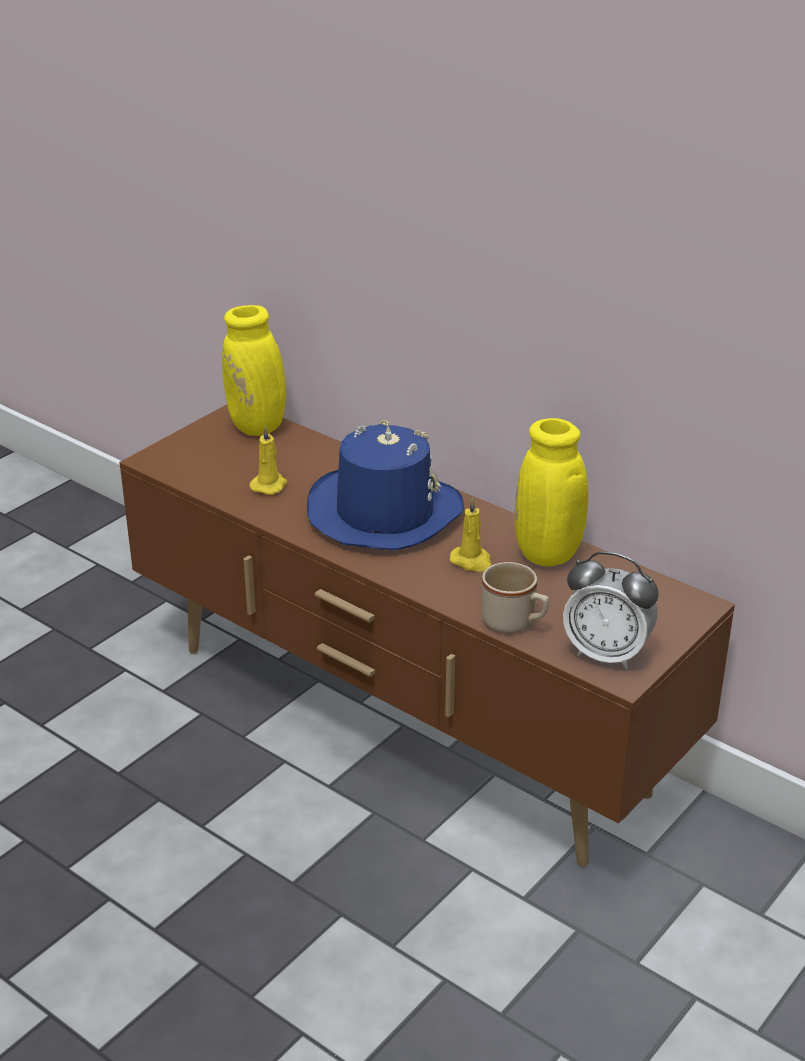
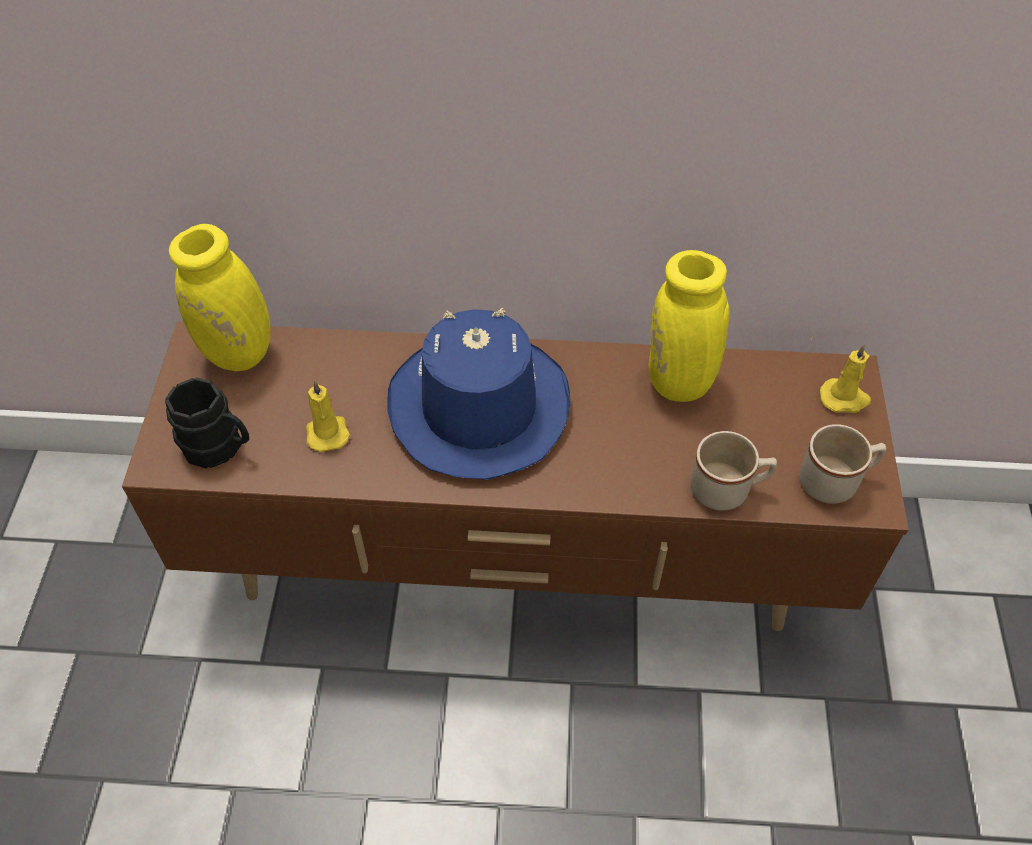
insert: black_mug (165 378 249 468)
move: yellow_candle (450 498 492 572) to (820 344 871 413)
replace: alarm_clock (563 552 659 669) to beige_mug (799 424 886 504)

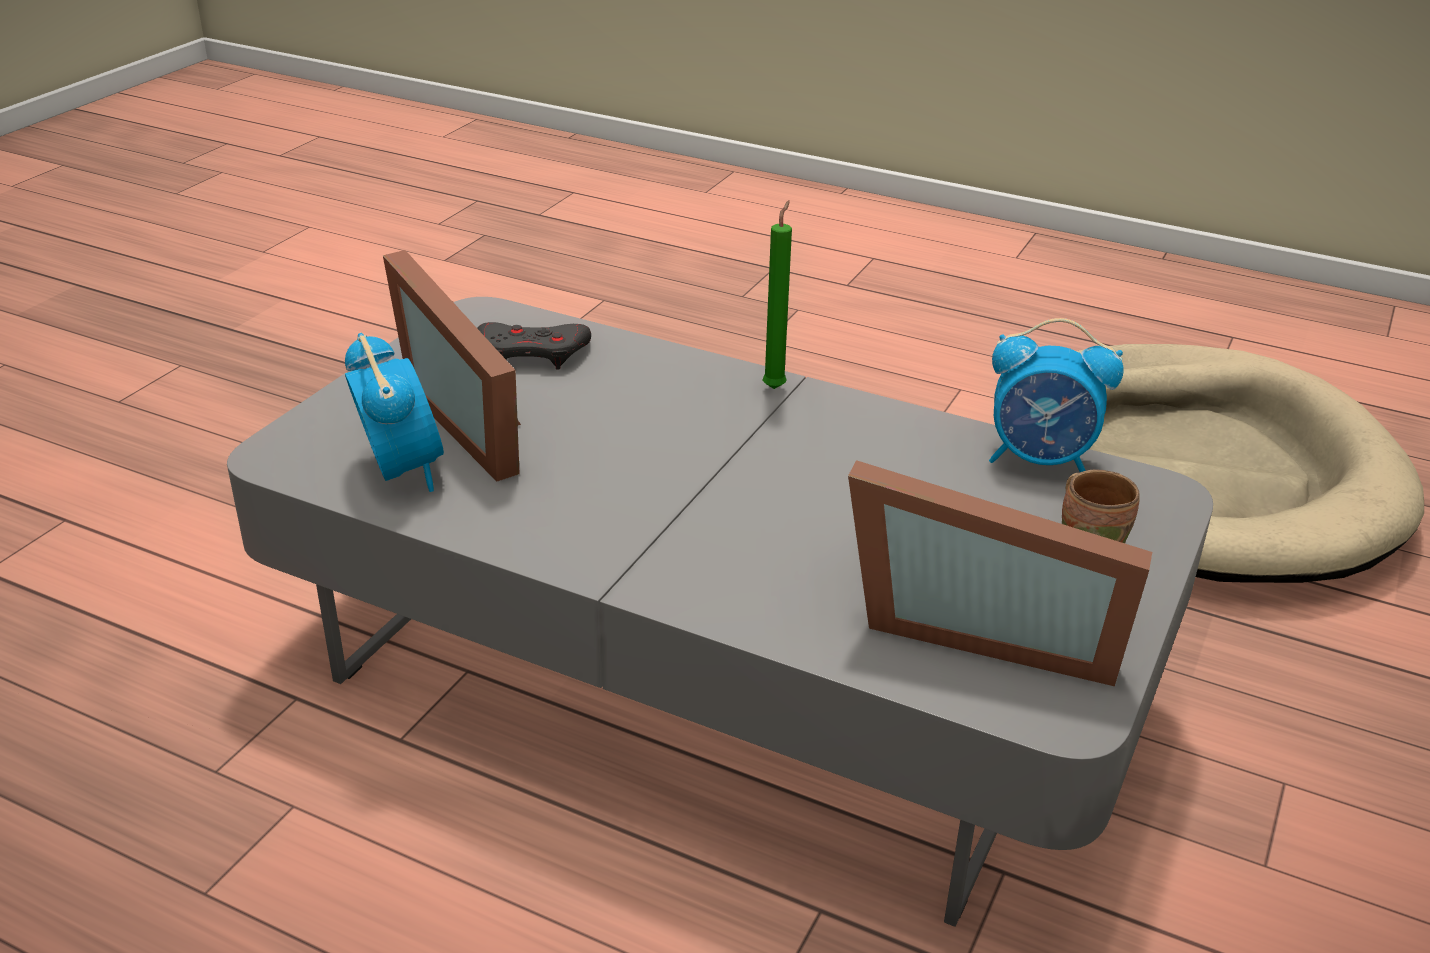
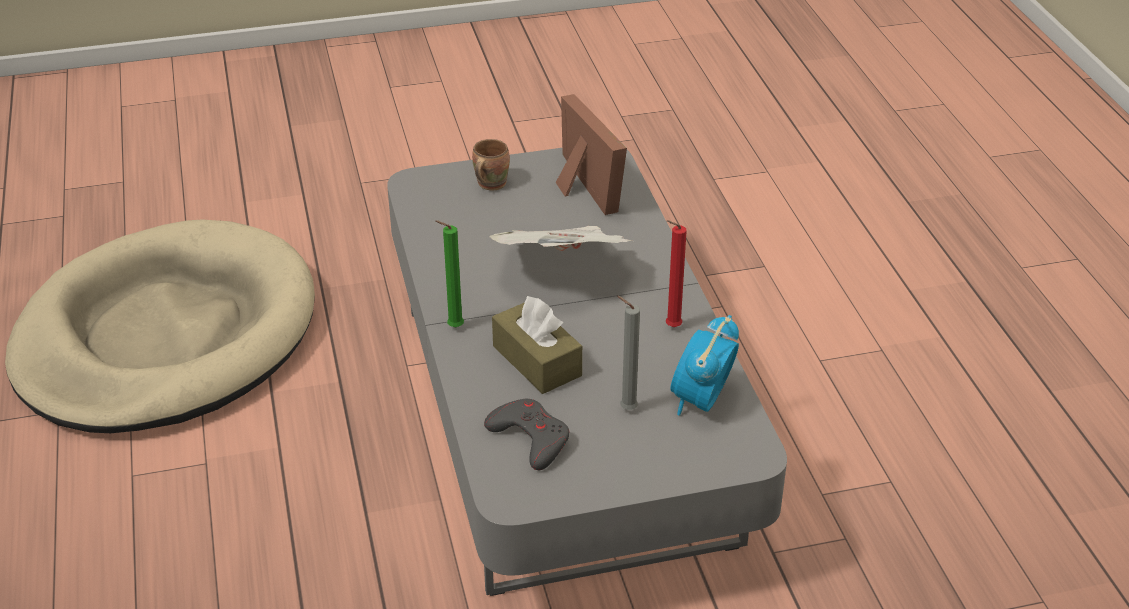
delete: alarm_clock (989 318 1124 472)
insert: newspaper (490 226 632 251); brown_tissue_box (492 296 582 394); red_candle (666 220 687 327)
replace: picture_frame (383 250 521 481) to grey_candle (617 296 640 410)

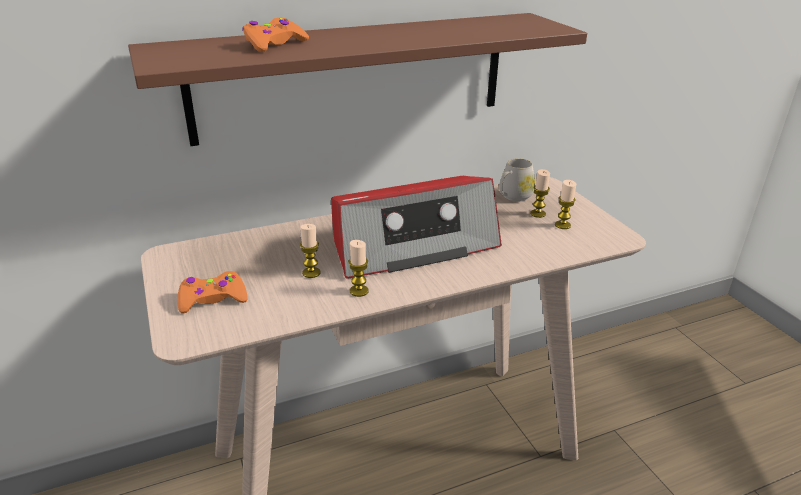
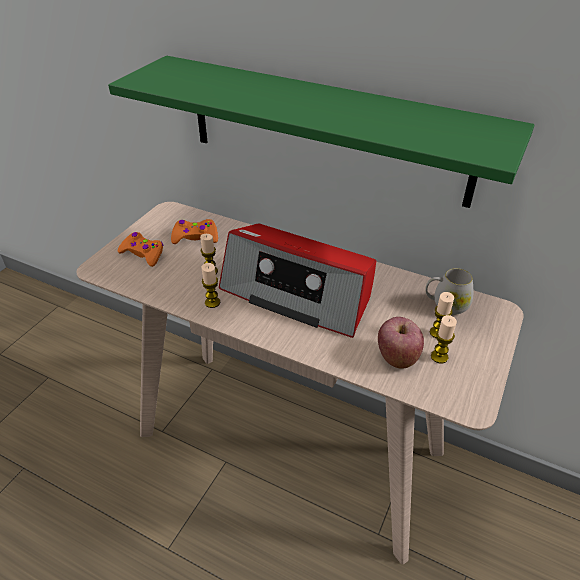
insert: apple (378 317 424 369)
move: orange_game_controller (242 18 309 52) to (171 219 218 244)
recolor: brown_shelf (128 13 587 146) to green_shelf (108 56 534 208)

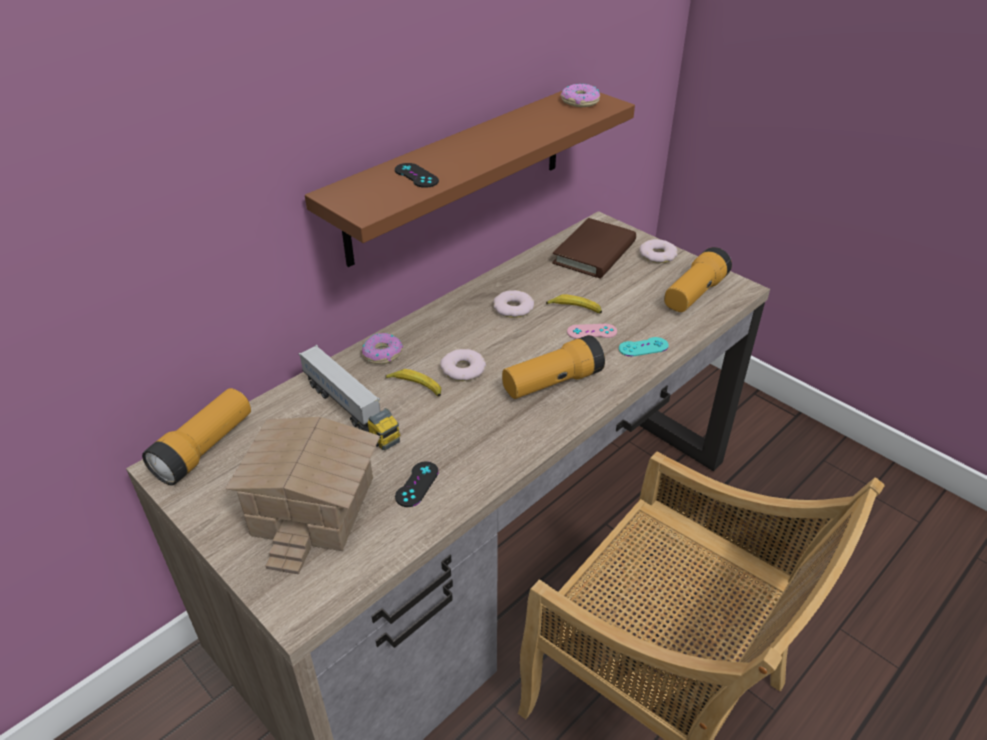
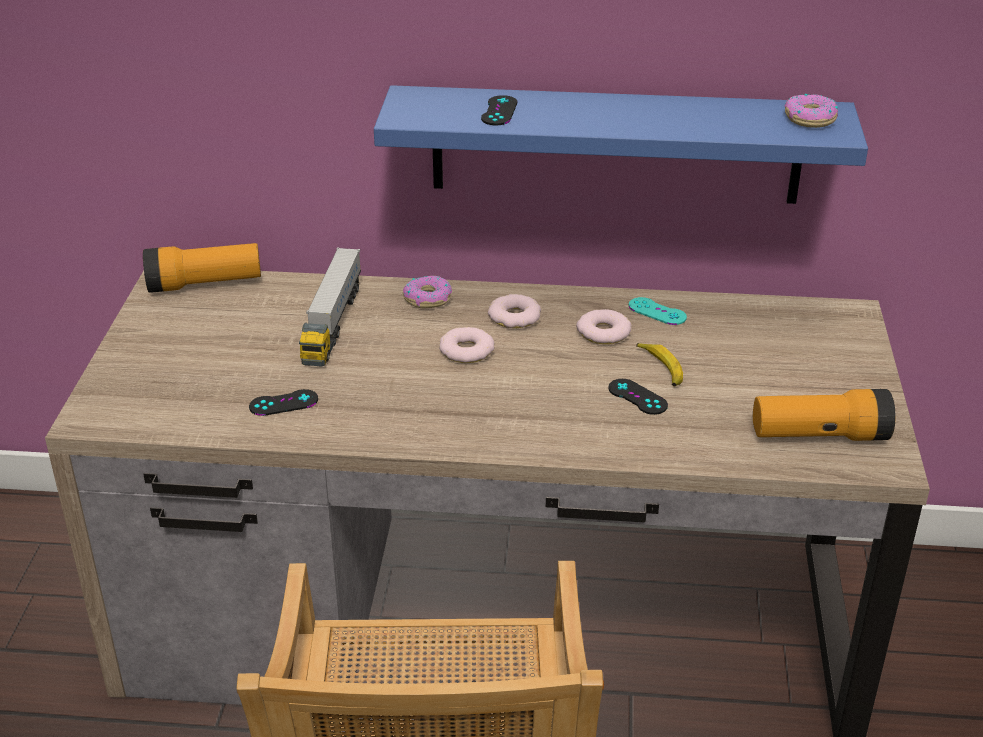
delete: toy_house (225 417 380 574); banana (385 369 441 397); flashlight (502 335 605 399); brown_book (552 218 636 279)
move: turquoise_game_controller (619 337 669 357) to (629 297 687 325); donut (640 239 678 263) to (488 294 541 328)
recolor: brown_shelf (305 90 635 267) to blue_shelf (374 85 868 204); pink_game_controller (567 324 617 339) to black_game_controller (608 379 668 415)

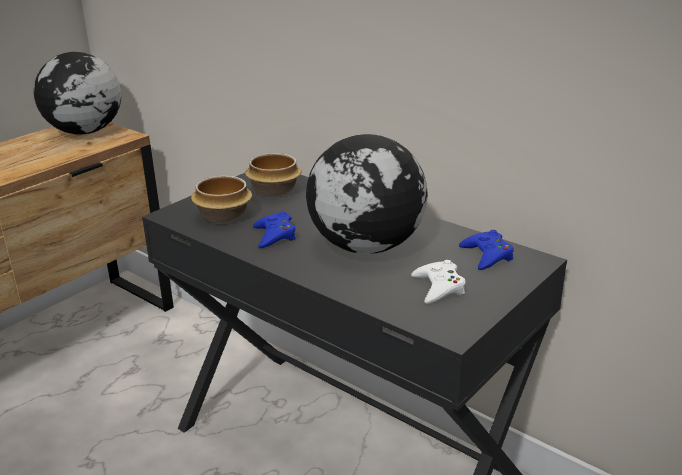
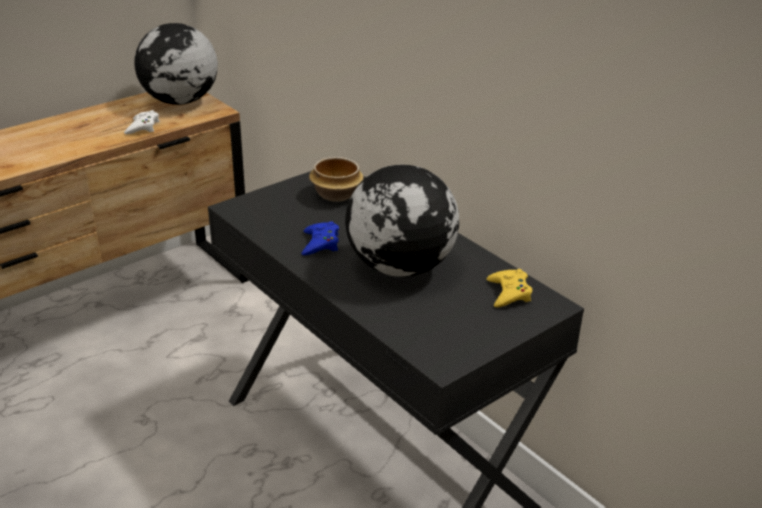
delete: bowl (191 175 252 224)
move: white_game_controller (411 260 466 304) to (124 110 159 134)
recolor: blue_game_controller (459 230 514 270) to yellow_game_controller (486 269 532 307)

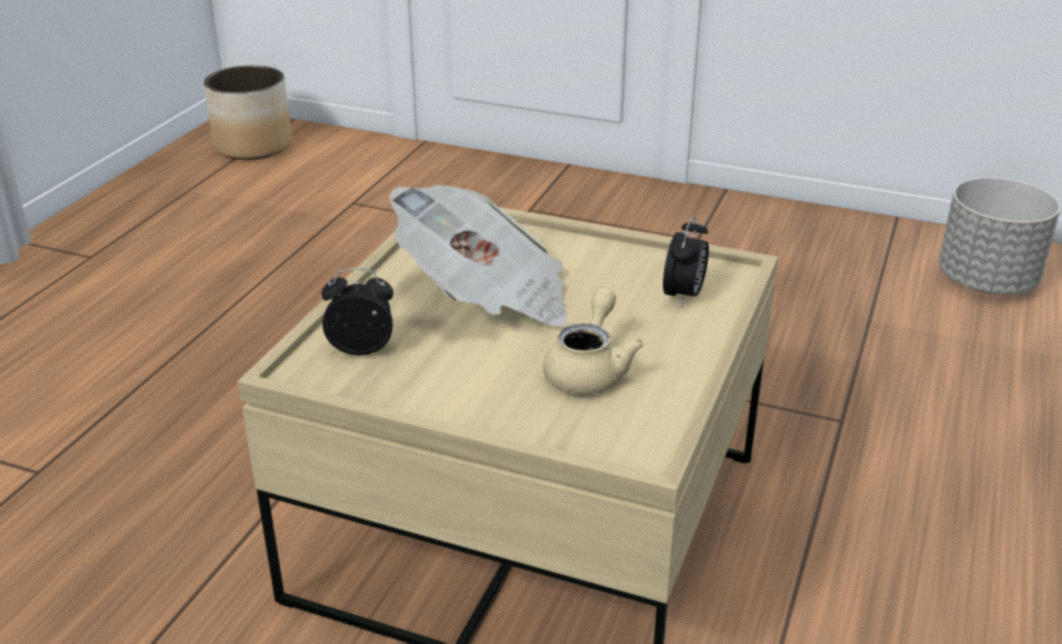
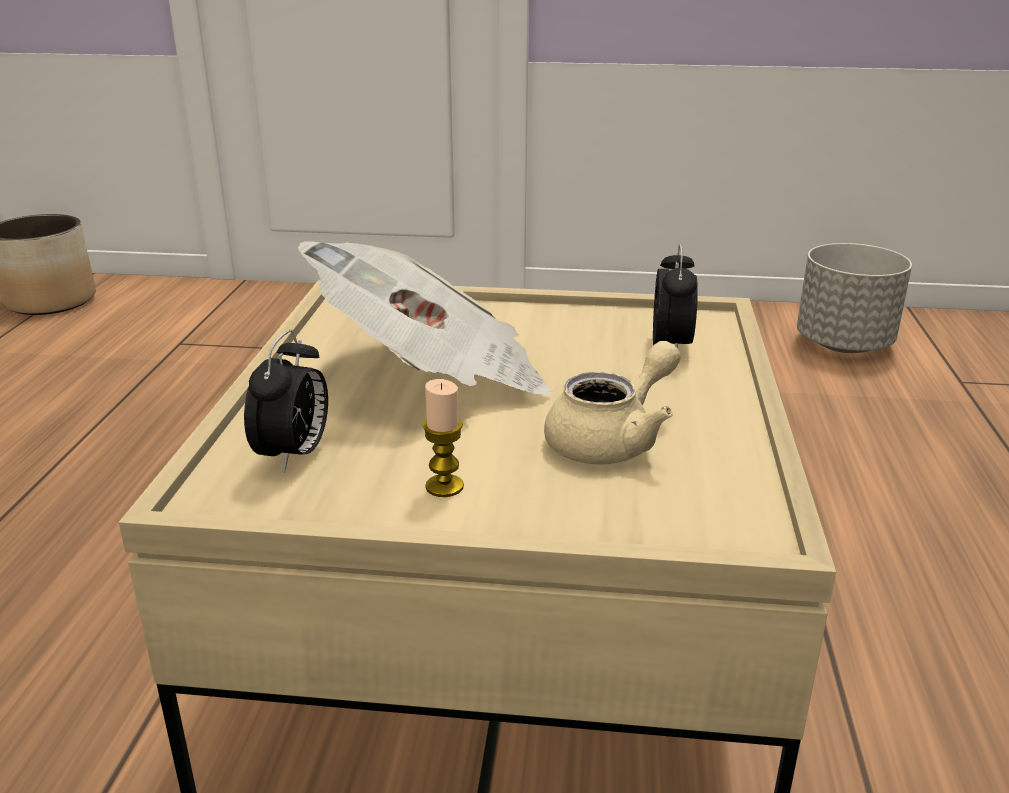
insert: candle (423 379 464 497)
rotate: alarm_clock (321 268 393 355) = (244 330 328 473) 120 degrees clockwise; beige_teapot (543 288 644 395) = (544 341 681 464) 45 degrees clockwise

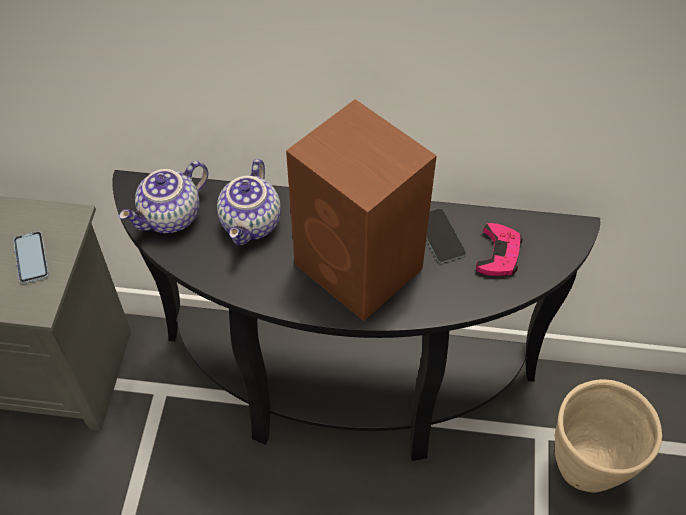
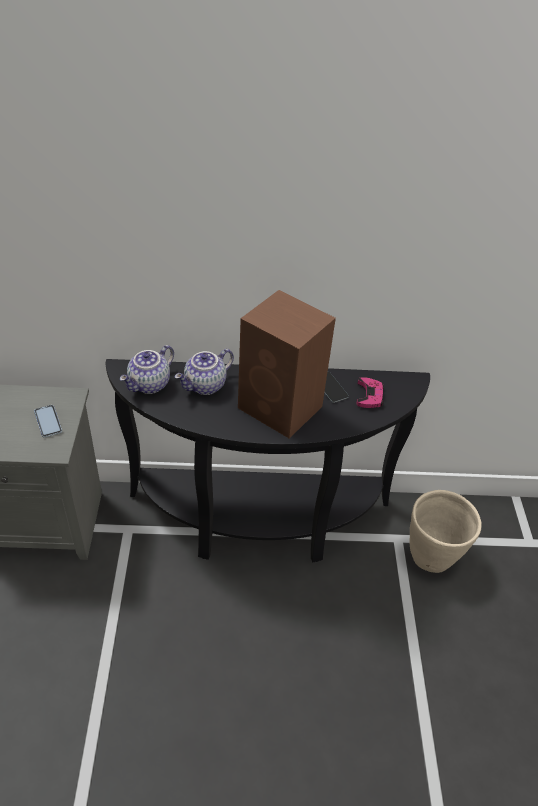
rotate: teapot (217 159 281 245) = (175 349 234 395) 45 degrees clockwise

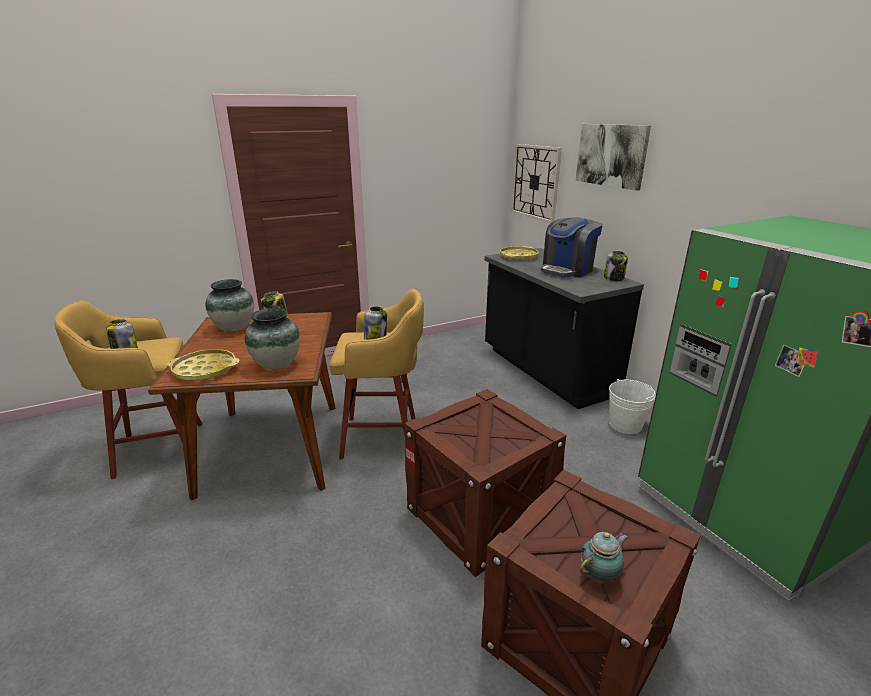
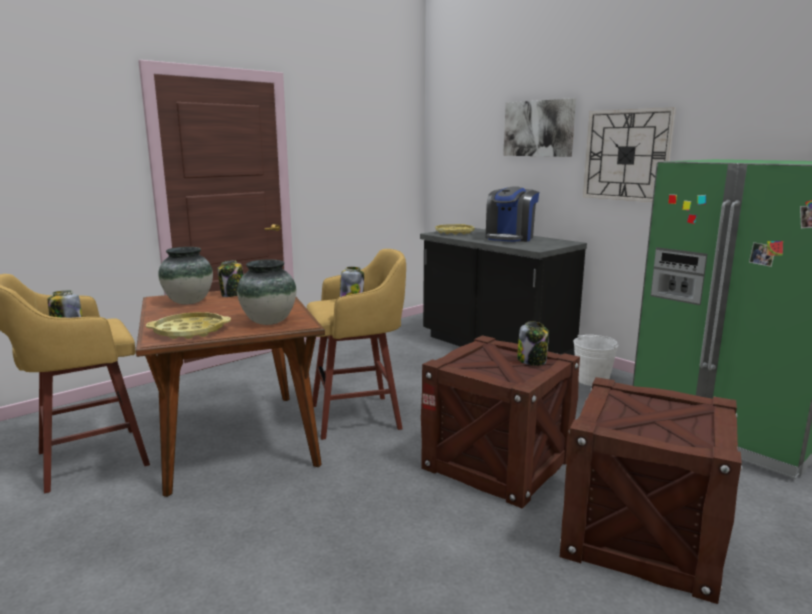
delete: teapot (580 532 628 584)
move: wall_clock (511 144 562 223) to (583 107 676 202); jar (604 251 628 282) to (517 322 549 366)

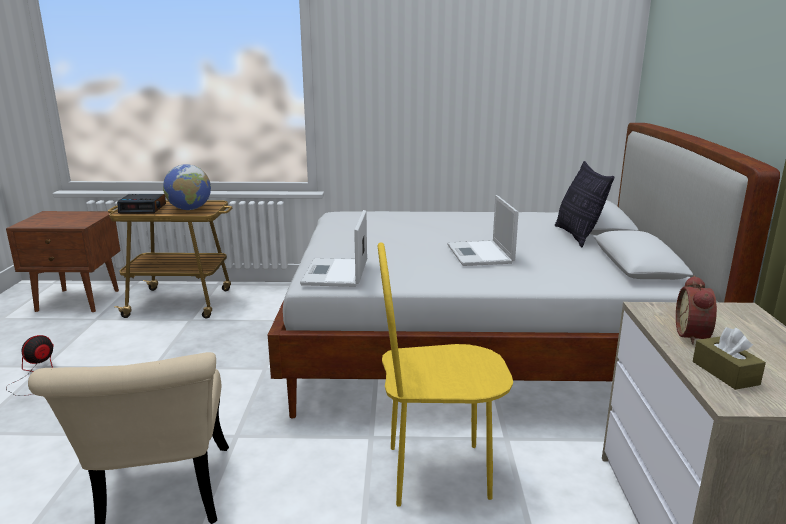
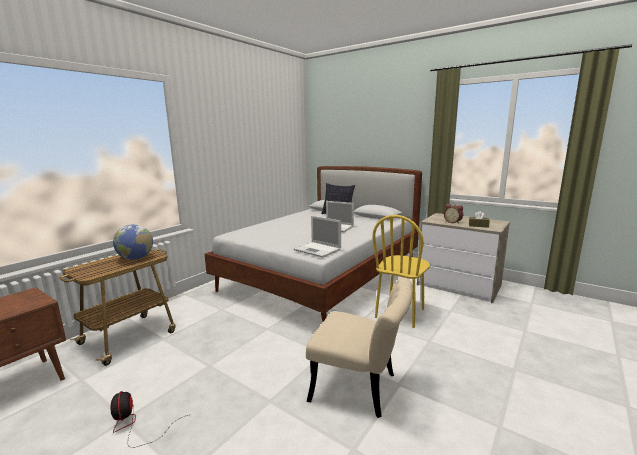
delete: alarm_clock (117 194 166 214)

